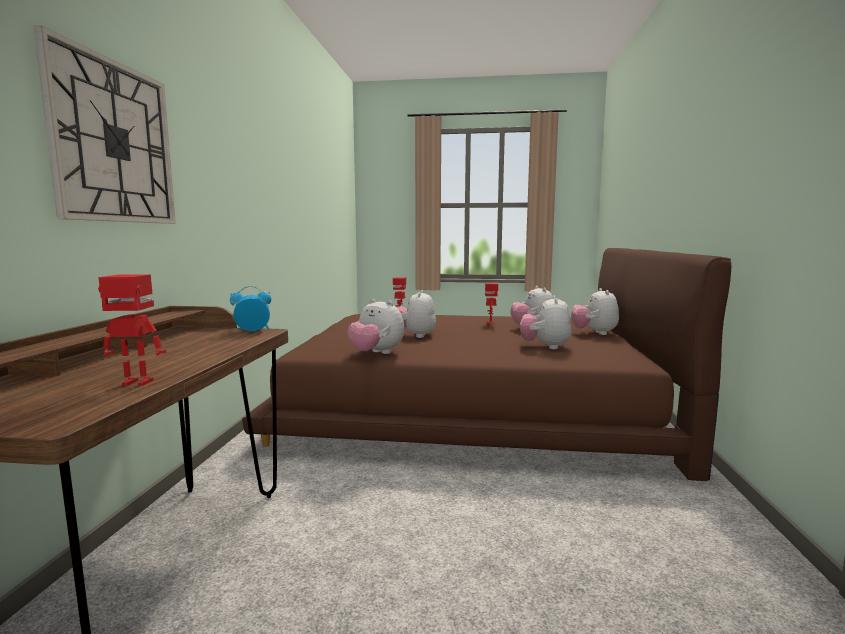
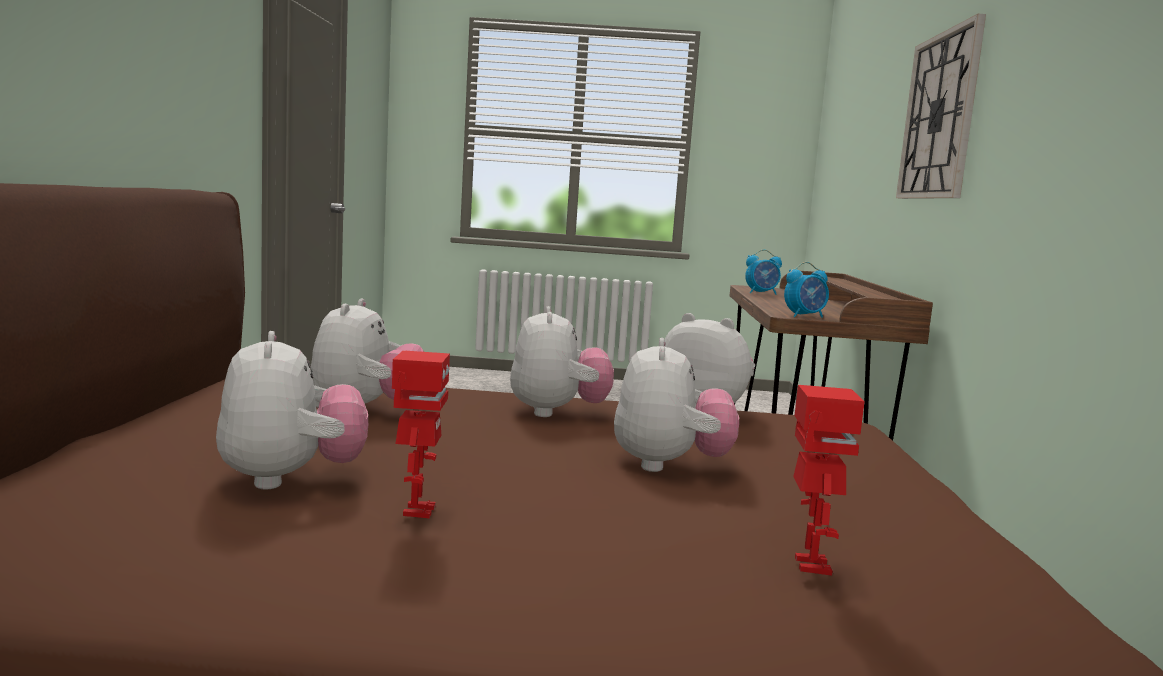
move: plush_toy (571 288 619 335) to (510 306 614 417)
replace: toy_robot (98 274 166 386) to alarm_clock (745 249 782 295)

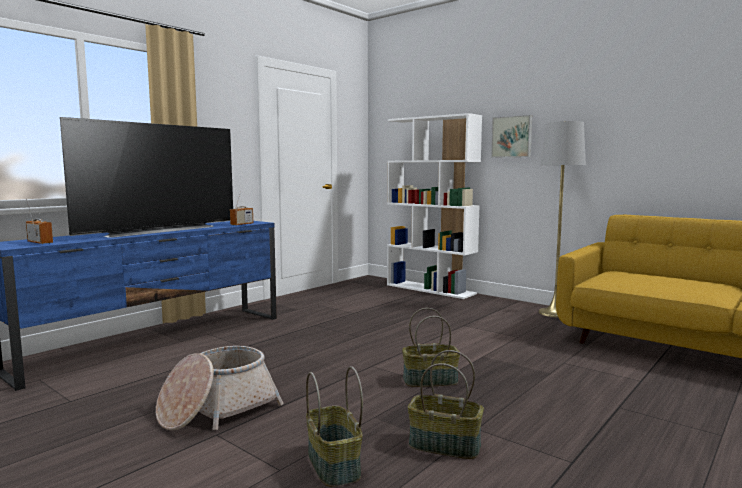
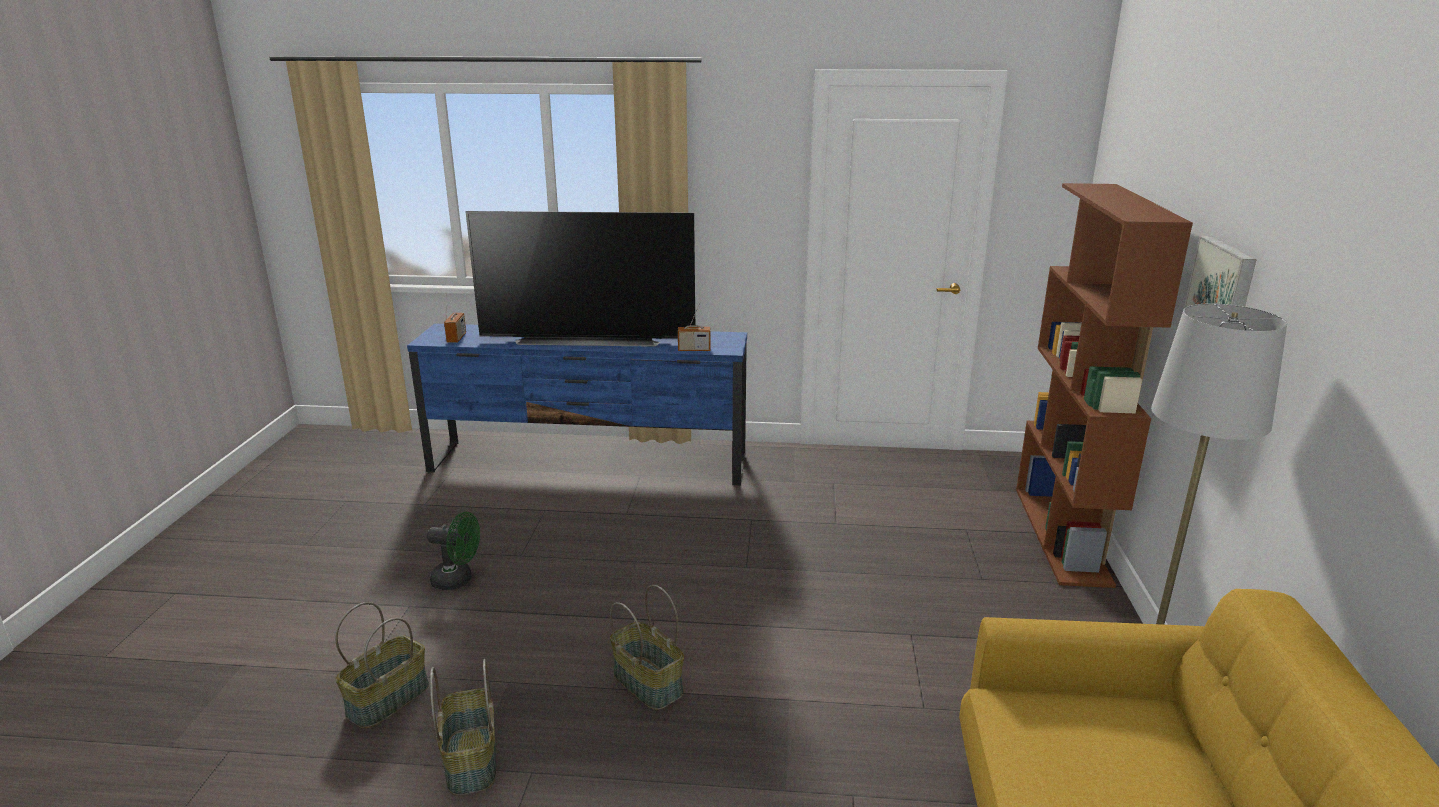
replace: basket (156 346 283 431) to green_fan (427 512 480 590)
recolor: white_bookcase (387 113 482 299) to brown_bookcase (1016 183 1193 588)

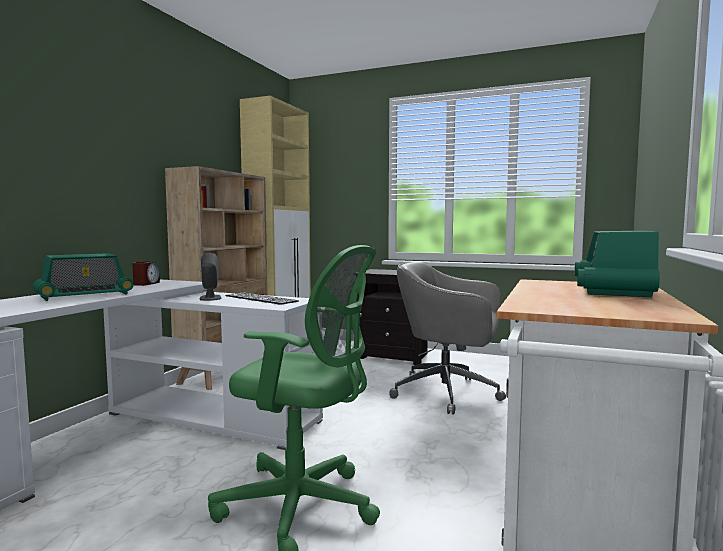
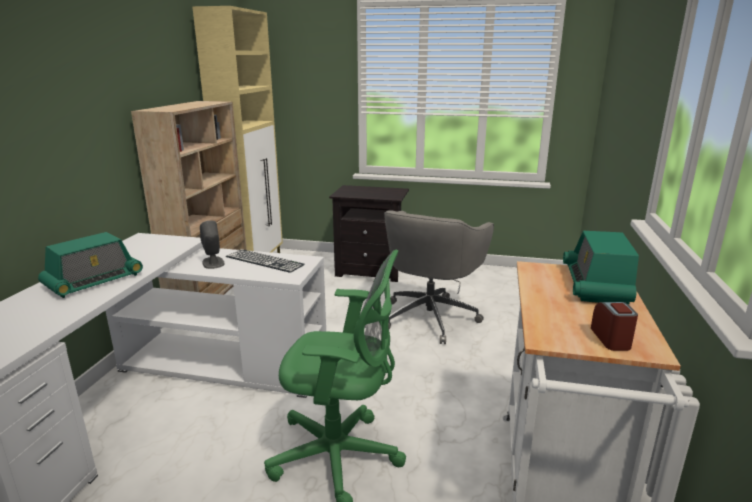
move: alarm_clock (132 261 160 286) to (591 302 638 351)
rotate: grey_office_chair (389 262 506 415) = (384 210 494 344) 75 degrees counterclockwise

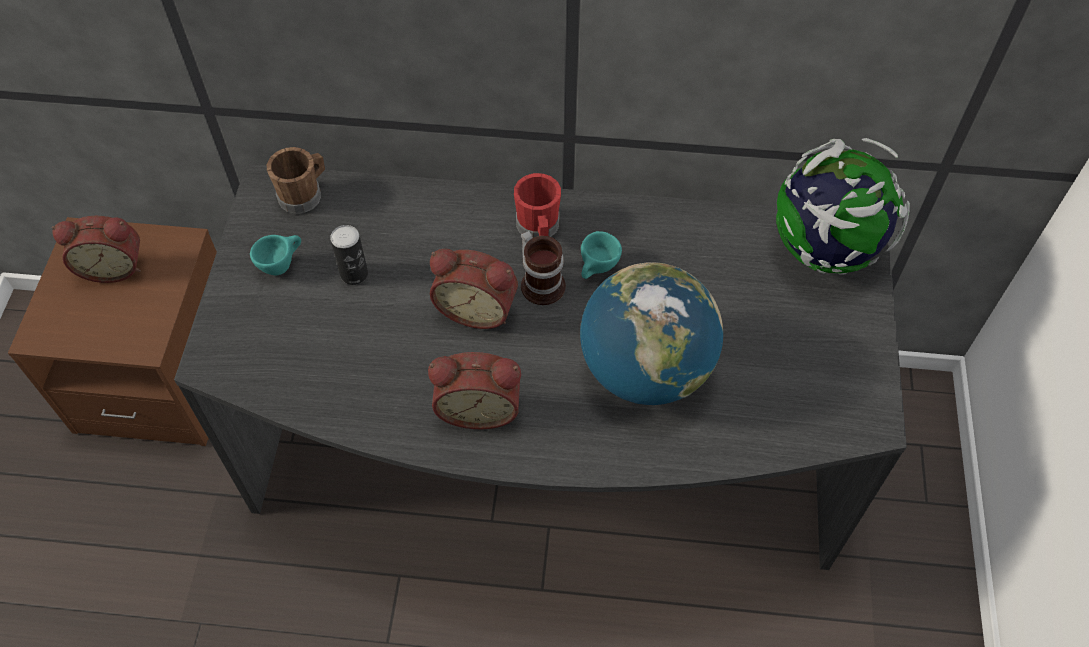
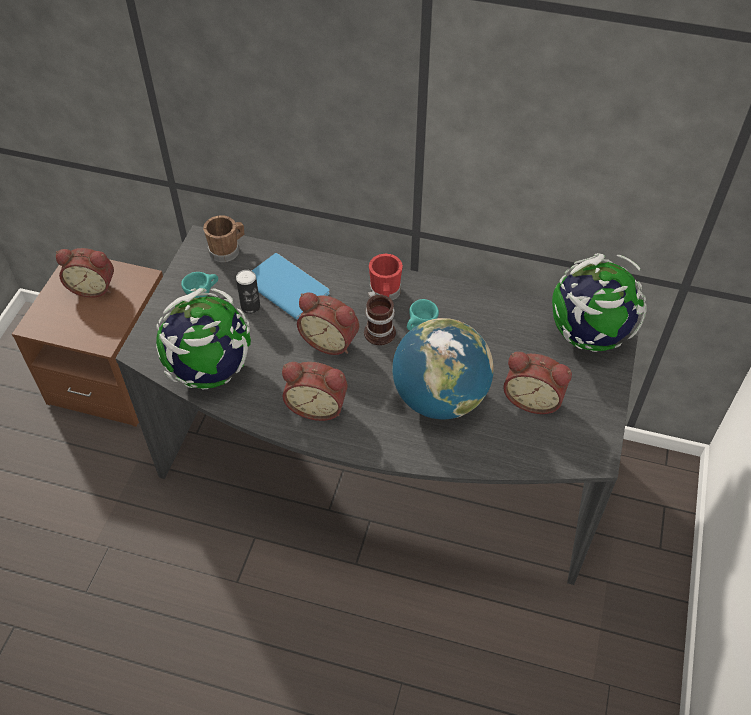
insert: globe (156 288 251 389); blue_book (252 253 330 320); alarm_clock (503 352 572 414)

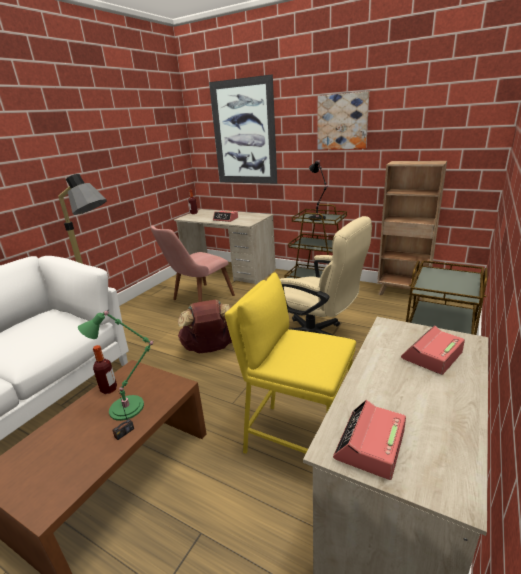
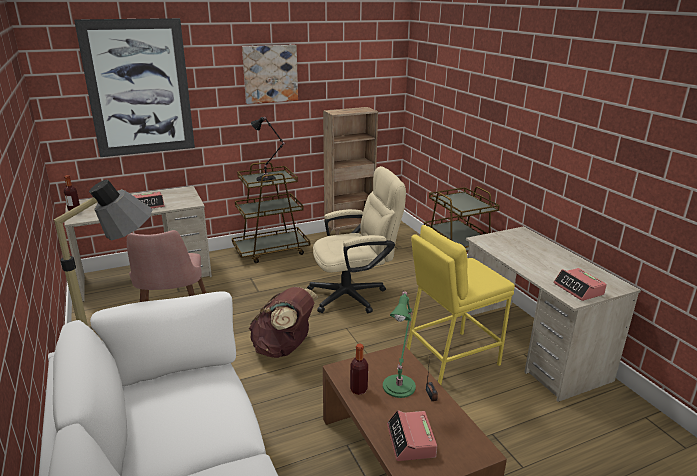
move: alarm_clock (401 326 465 375) to (387 410 437 461)

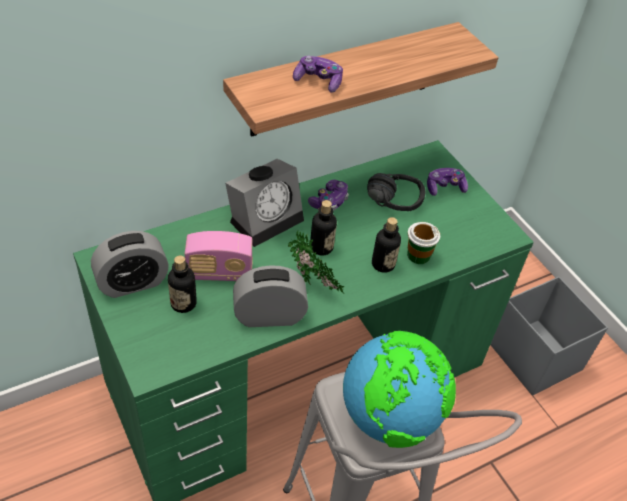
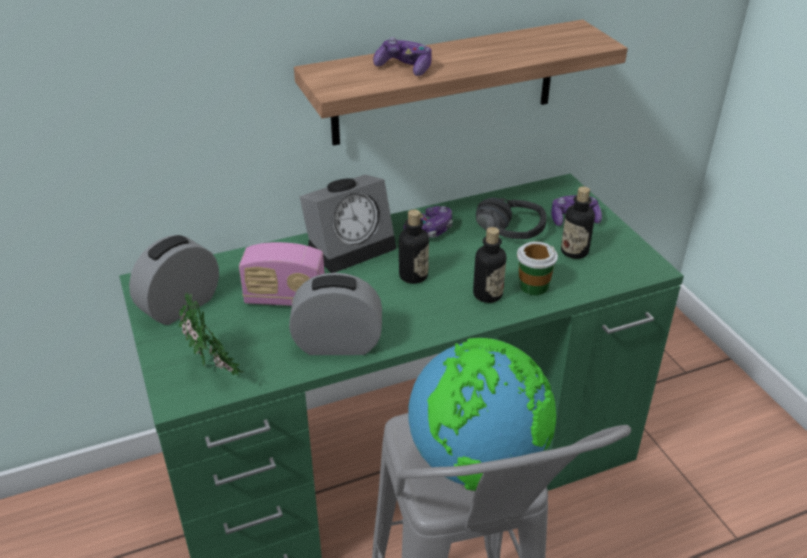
delete: grey_storage_box (490 276 608 395)
move: bottle (168 256 197 313) to (561 186 595 259); potted_plant (288 231 344 293) to (179 293 243 378)
rotate: alarm_clock (91 231 169 298) = (129 235 219 325) 150 degrees clockwise

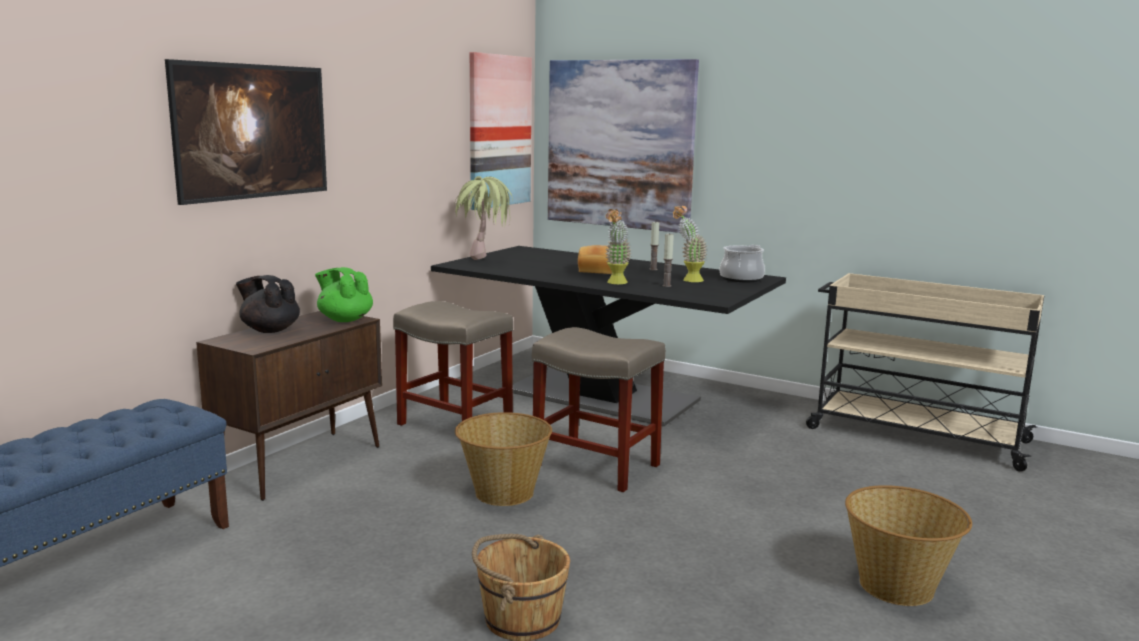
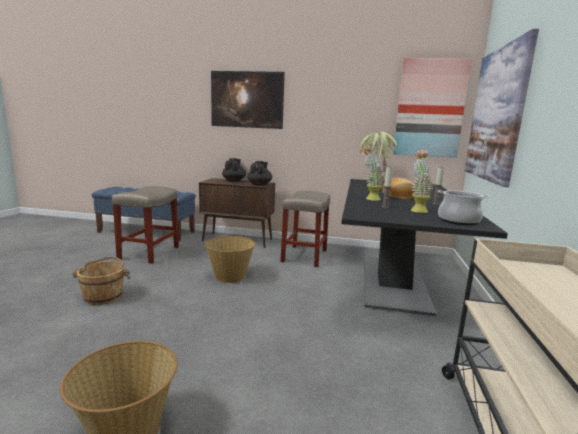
move: beige_stool (532 327 666 492) to (112 186 179 264)
recolor: green_teapot (315 267 373 322) to black_teapot (248 161 272 186)

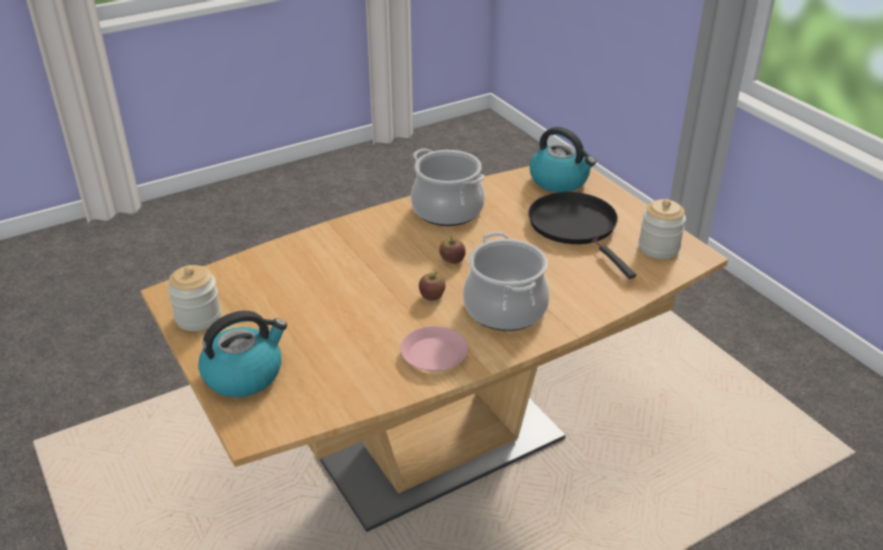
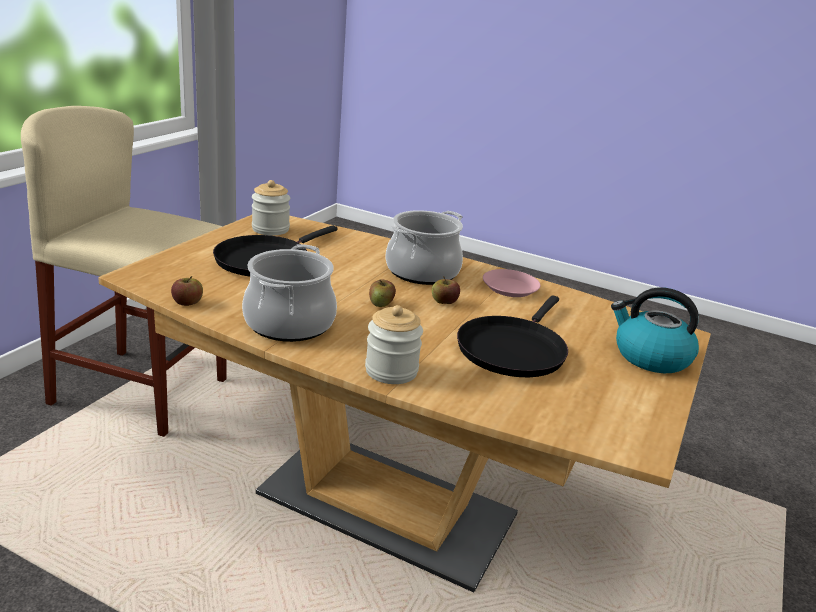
delete: kettle (530 127 596 192)
insert: beige_stool (21 106 226 437); apple (171 276 203 306); black_frying_pan (457 295 568 377)
move: jar (167 265 221 331) to (365 305 423 384)

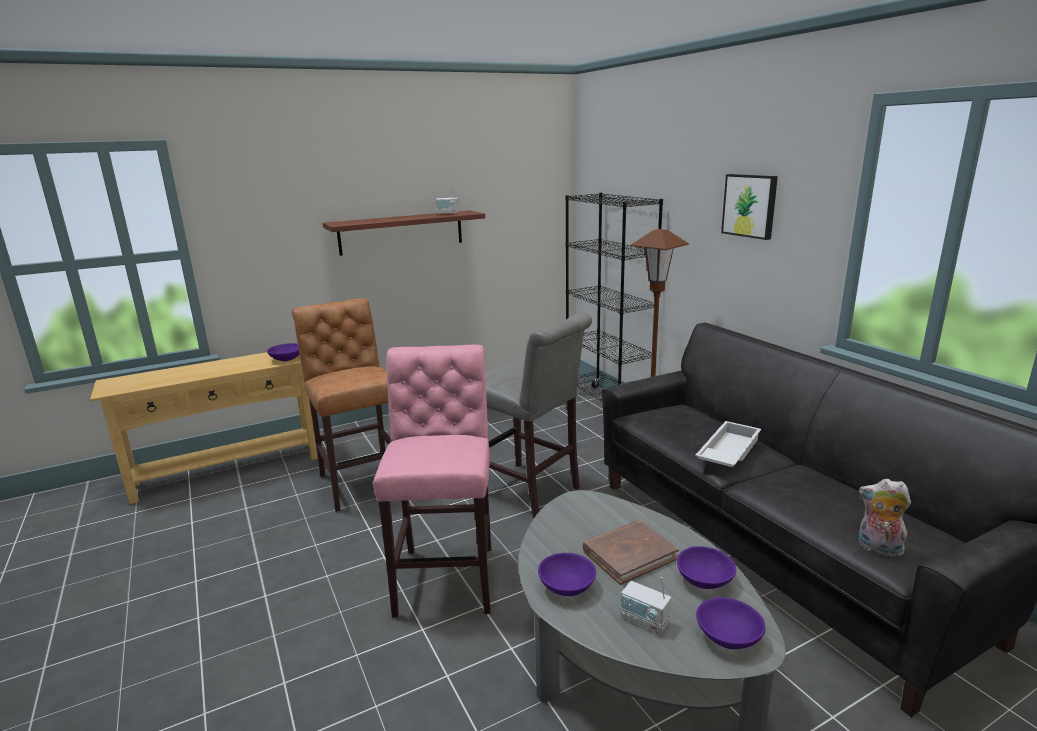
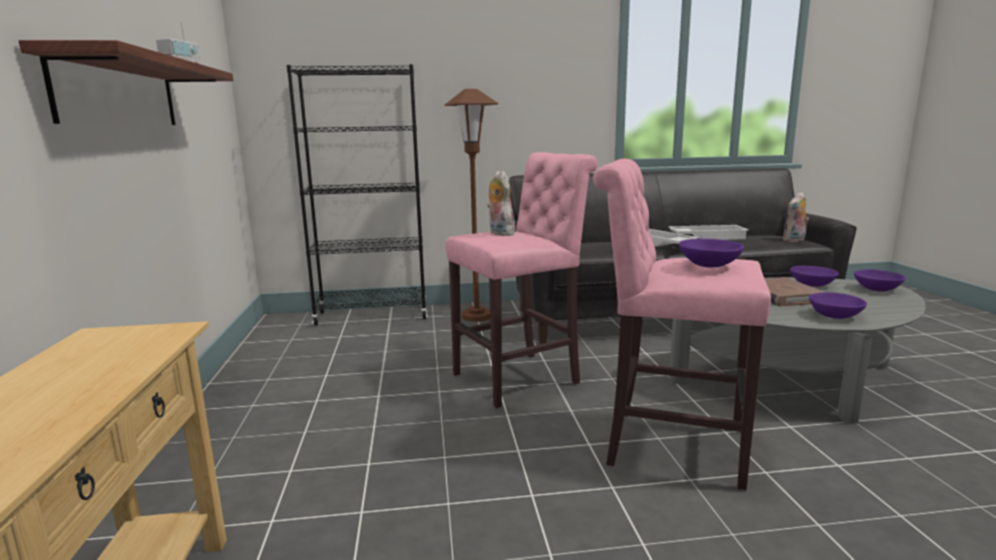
delete: brown_stool (292 298 392 512); radio (620 577 672 634); picture (721 174 778 240)
insert: plush_toy (487 171 515 236); white_tray (668 225 749 240)
move: purple_bowl (267 343 299 361) to (679 239 744 268)
recolor: grey_stool (485 313 592 519) to pink_stool (446 152 598 408)

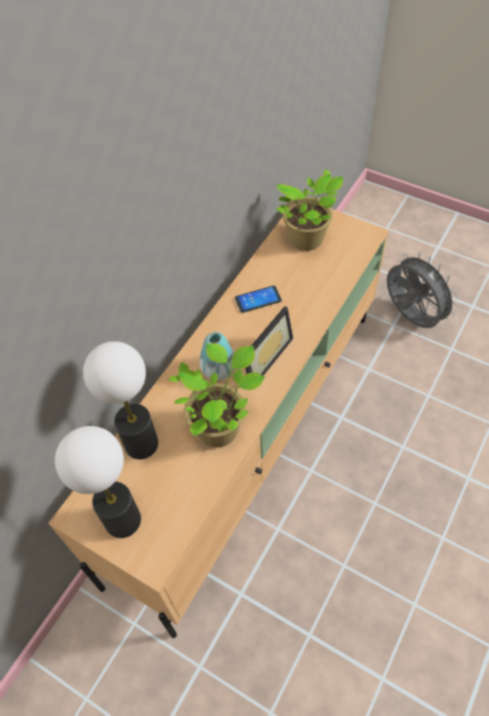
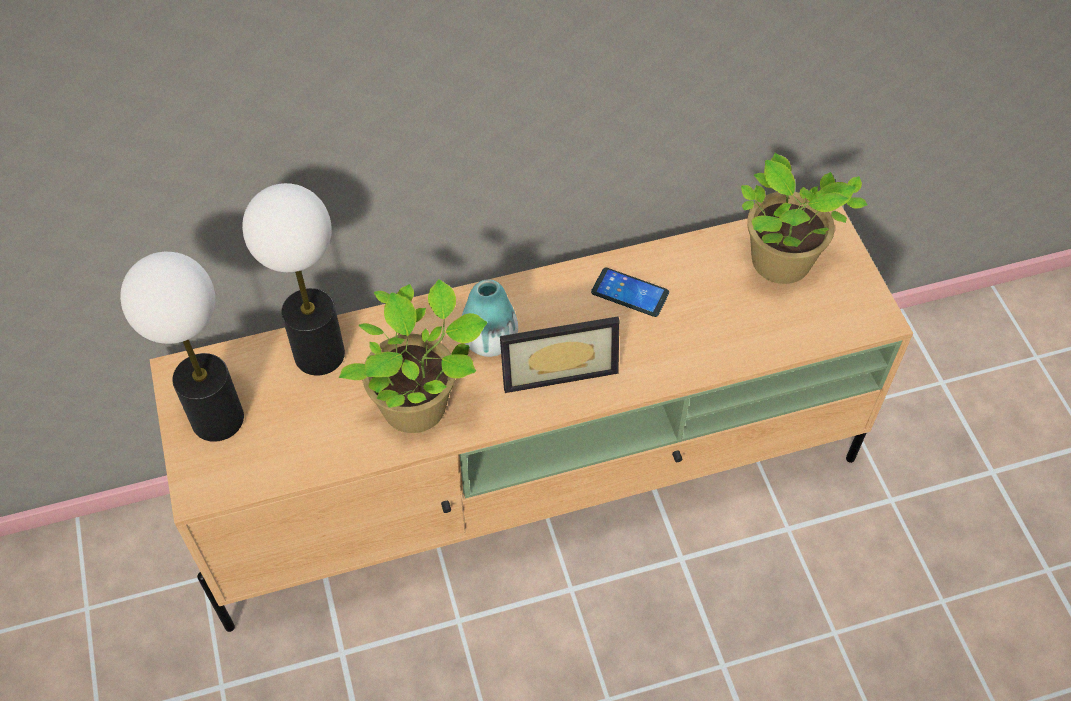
delete: grey_fan (387 252 459 328)

